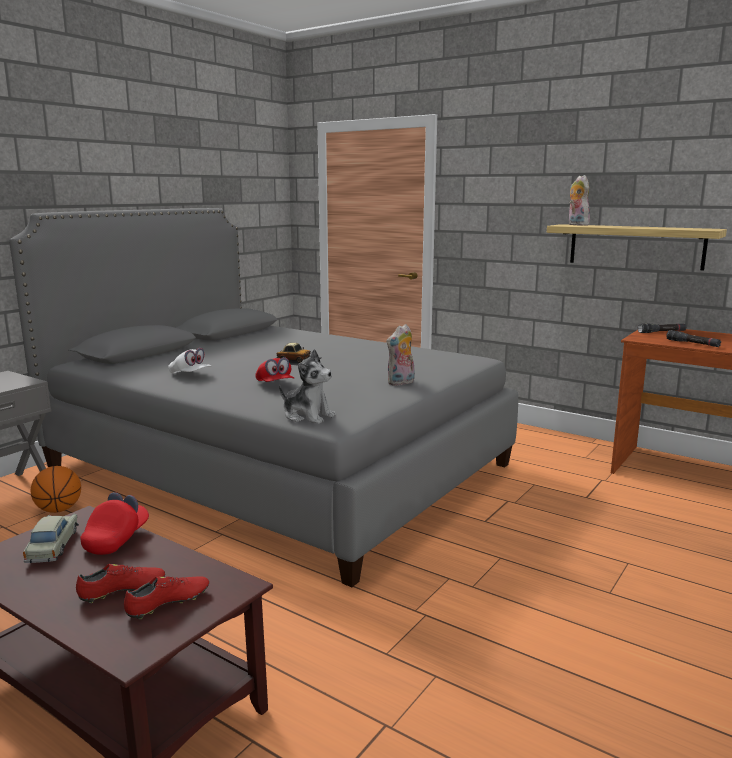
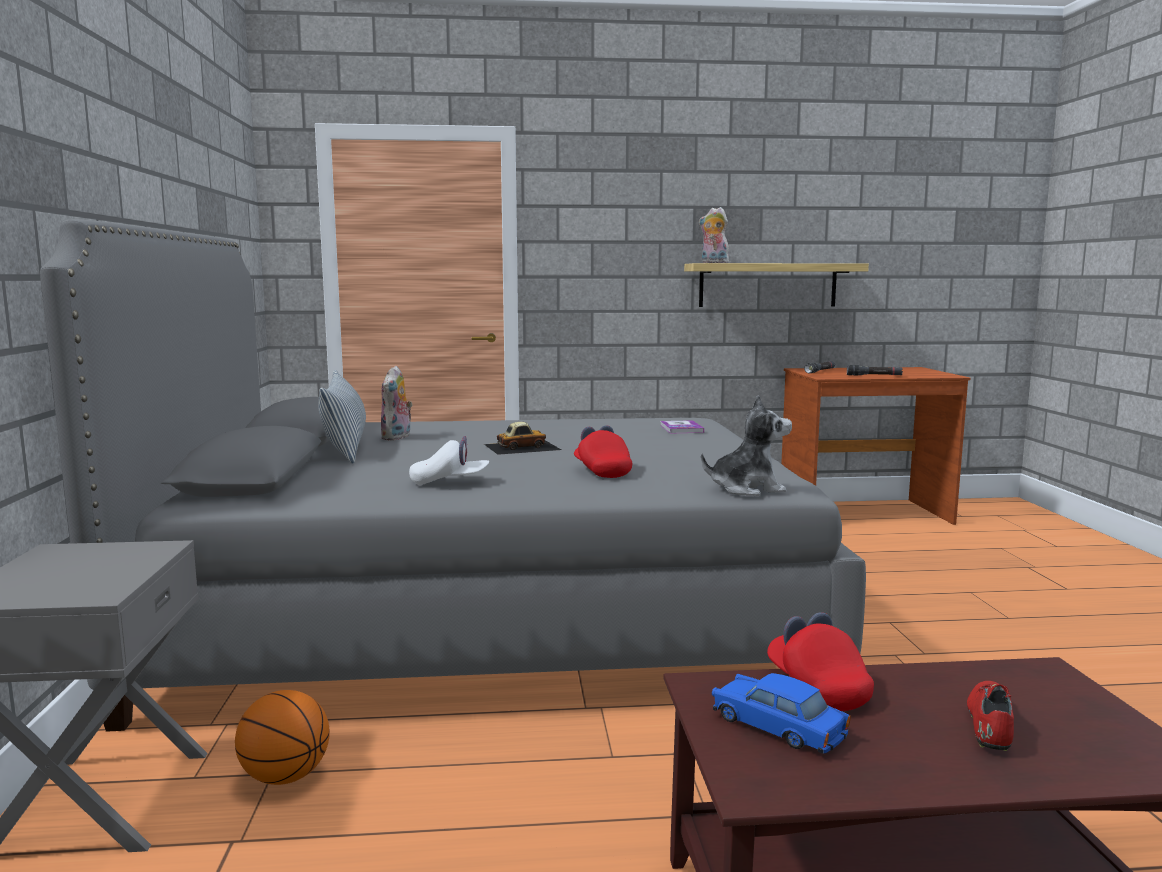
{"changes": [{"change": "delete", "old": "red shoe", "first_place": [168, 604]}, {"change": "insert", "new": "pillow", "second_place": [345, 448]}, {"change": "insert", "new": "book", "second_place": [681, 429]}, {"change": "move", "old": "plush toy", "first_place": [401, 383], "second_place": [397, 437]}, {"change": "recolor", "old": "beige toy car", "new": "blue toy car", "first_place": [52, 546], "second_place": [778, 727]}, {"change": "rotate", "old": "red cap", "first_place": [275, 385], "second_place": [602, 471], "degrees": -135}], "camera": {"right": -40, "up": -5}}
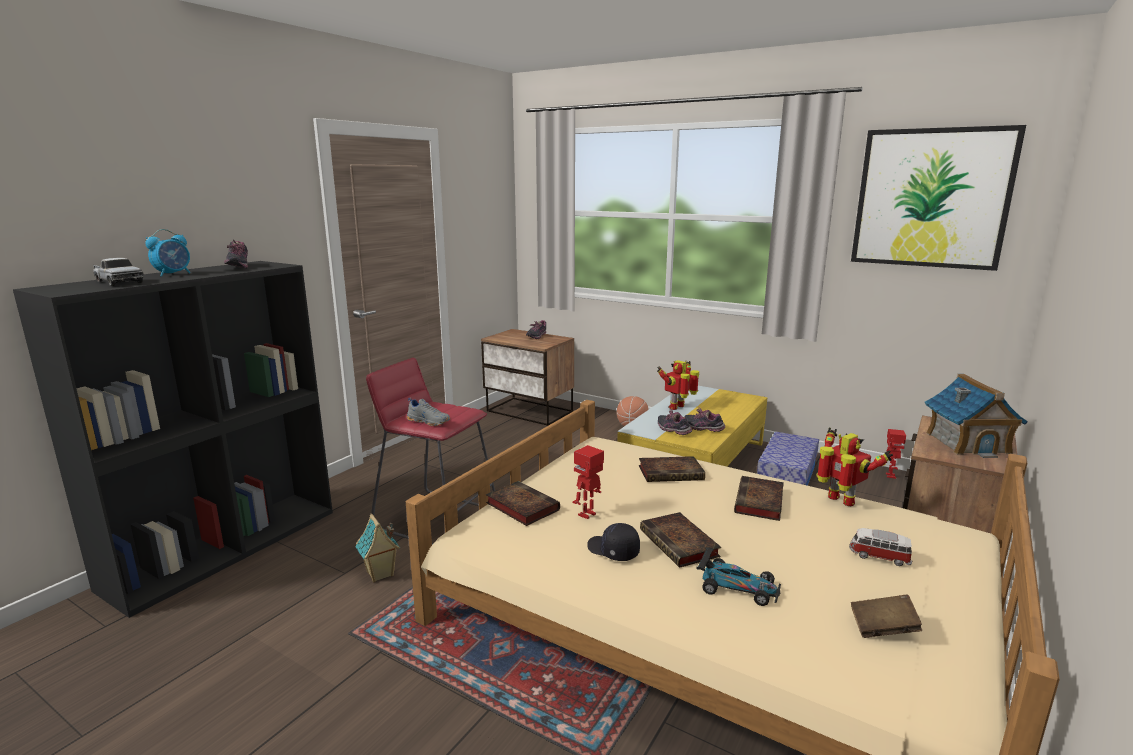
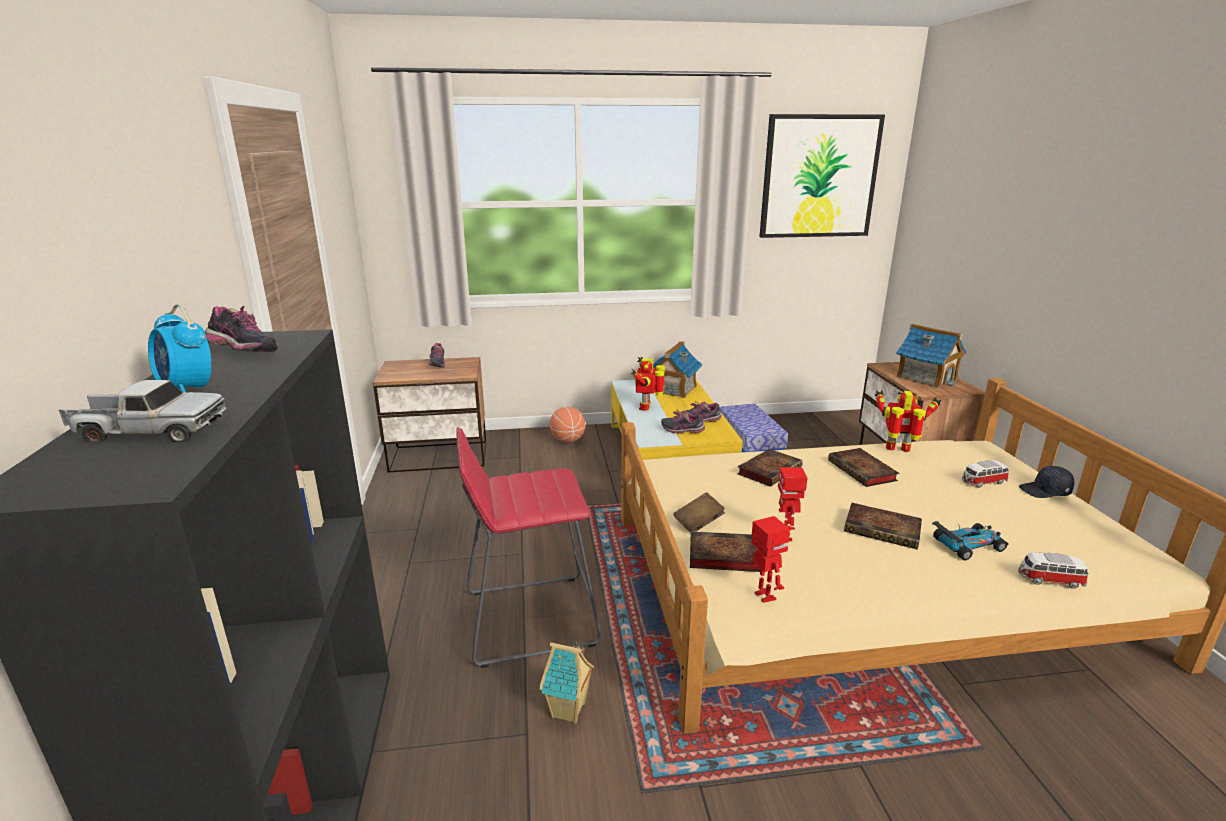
{"changes": [{"change": "delete", "old": "grey shoe", "first_place": [429, 421]}, {"change": "insert", "new": "toy house", "second_place": [672, 389]}, {"change": "insert", "new": "toy car", "second_place": [1049, 580]}, {"change": "move", "old": "black cap", "first_place": [613, 551], "second_place": [1045, 491]}, {"change": "move", "old": "brown book", "first_place": [883, 628], "second_place": [698, 522]}, {"change": "move", "old": "toy robot", "first_place": [890, 476], "second_place": [764, 596]}, {"change": "rotate", "old": "alarm clock", "first_place": [173, 274], "second_place": [188, 390], "degrees": 135}], "camera": {"right": -40, "up": 5}}
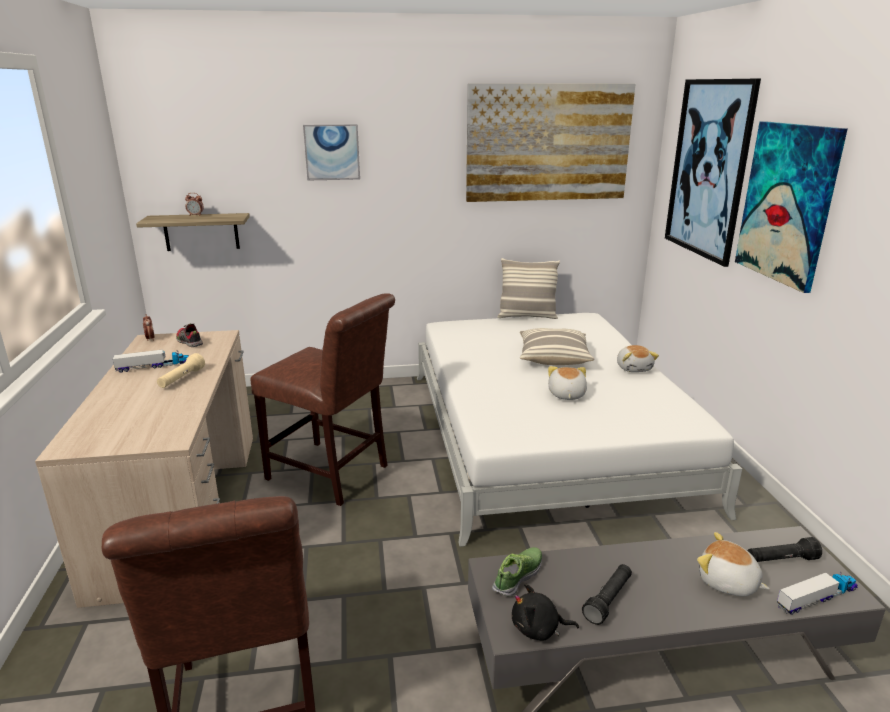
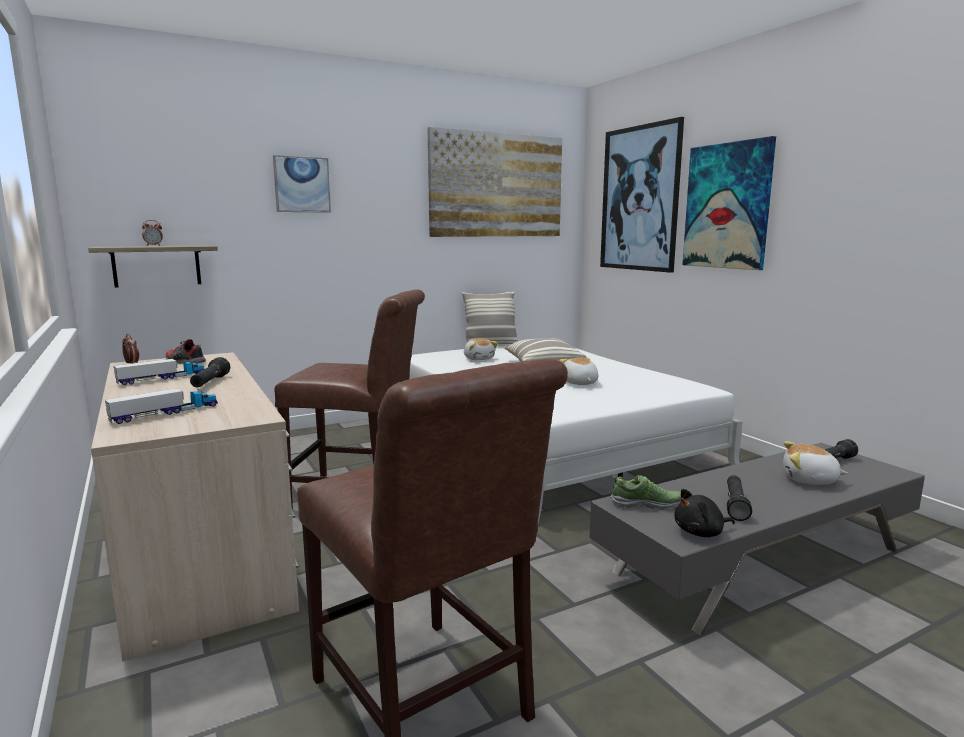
{"changes": [{"change": "move", "old": "plush toy", "first_place": [634, 368], "second_place": [479, 359]}, {"change": "move", "old": "toy truck", "first_place": [816, 598], "second_place": [165, 413]}, {"change": "recolor", "old": "beige flashlight", "new": "black flashlight", "first_place": [181, 379], "second_place": [210, 383]}, {"change": "rotate", "old": "shoe", "first_place": [518, 576], "second_place": [647, 504], "degrees": 75}], "camera": {"right": -20, "up": -10}}
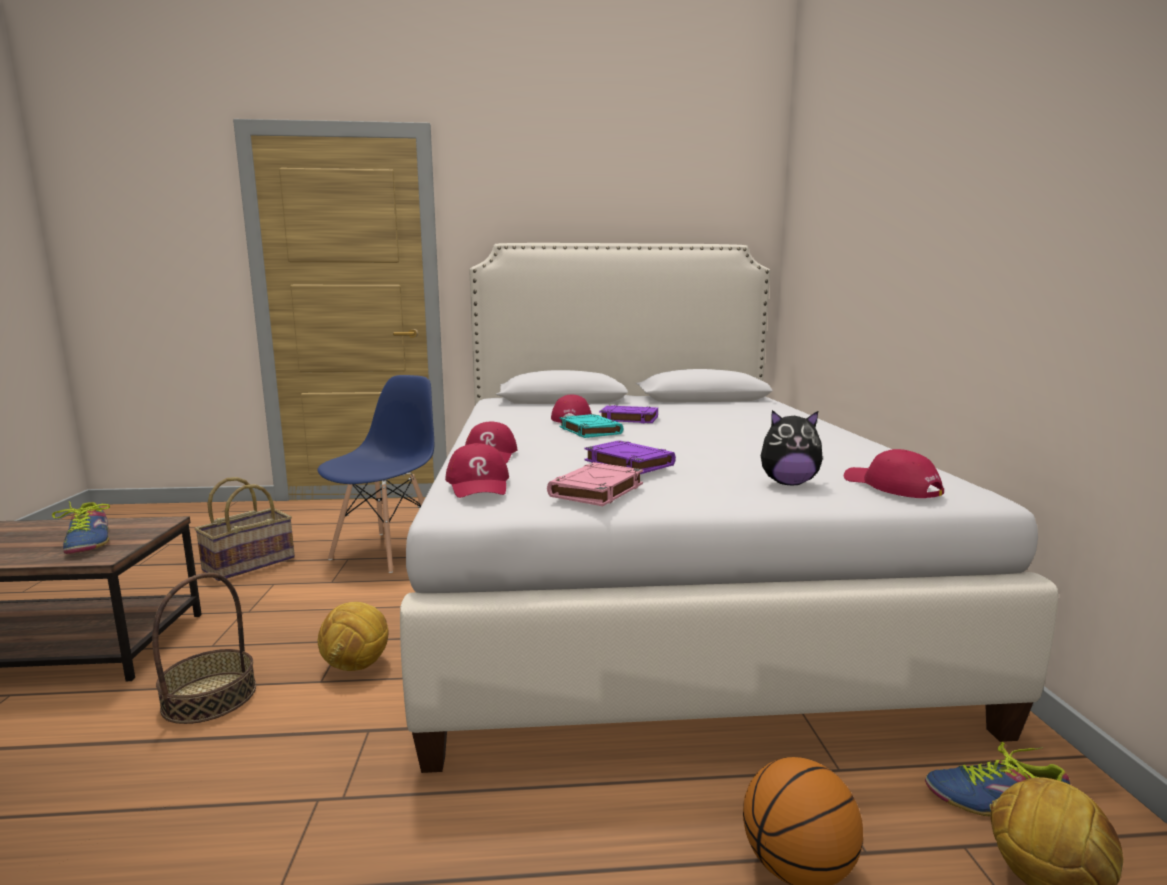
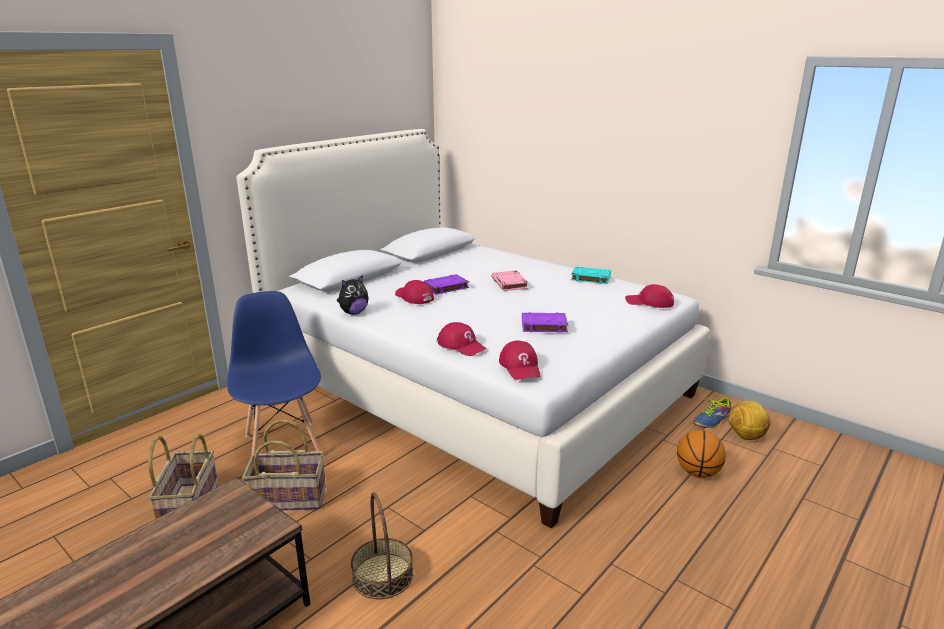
{"changes": [{"change": "delete", "old": "shoe", "first_place": [88, 541]}, {"change": "delete", "old": "football", "first_place": [356, 666]}, {"change": "insert", "new": "basket", "second_place": [289, 497]}, {"change": "move", "old": "pink book", "first_place": [596, 491], "second_place": [510, 284]}, {"change": "move", "old": "turquoise book", "first_place": [589, 430], "second_place": [590, 278]}, {"change": "move", "old": "plush toy", "first_place": [788, 483], "second_place": [353, 313]}, {"change": "rotate", "old": "red cap", "first_place": [479, 484], "second_place": [520, 367], "degrees": 45}], "camera": {"right": -45, "up": 10}}
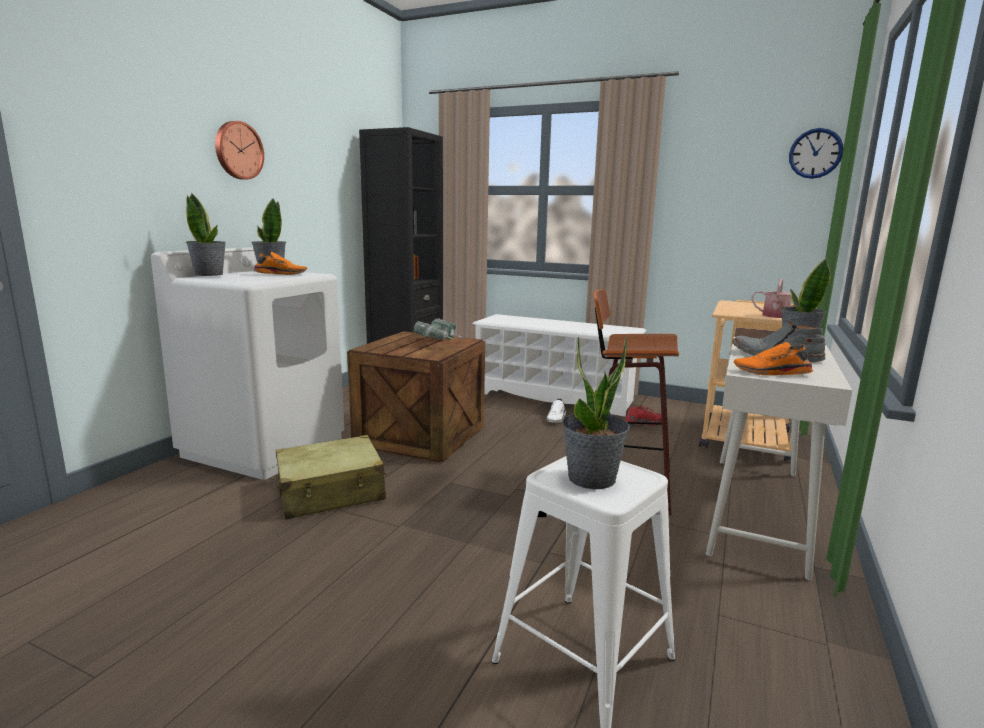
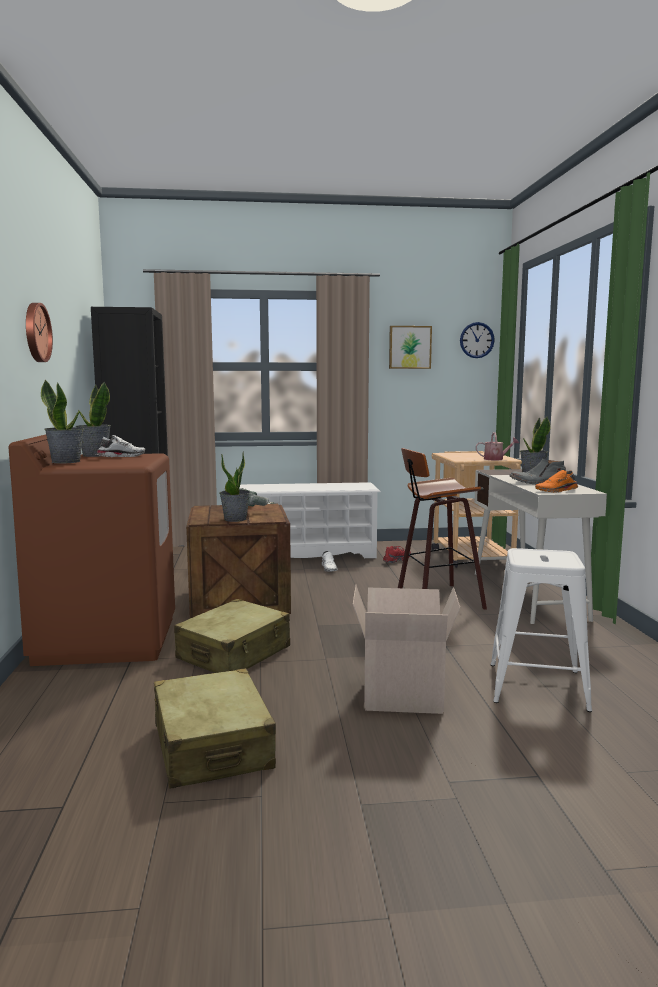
{"changes": [{"change": "insert", "new": "beige suitcase", "second_place": [212, 746]}, {"change": "insert", "new": "cardboard box", "second_place": [404, 695]}, {"change": "insert", "new": "picture", "second_place": [409, 347]}, {"change": "move", "old": "potted plant", "first_place": [592, 479], "second_place": [235, 519]}, {"change": "recolor", "old": "white washing machine", "new": "brown washing machine", "first_place": [265, 447], "second_place": [107, 639]}, {"change": "recolor", "old": "orange shoe", "new": "white shoe", "first_place": [281, 274], "second_place": [120, 456]}], "camera": {"right": -30, "up": -5}}
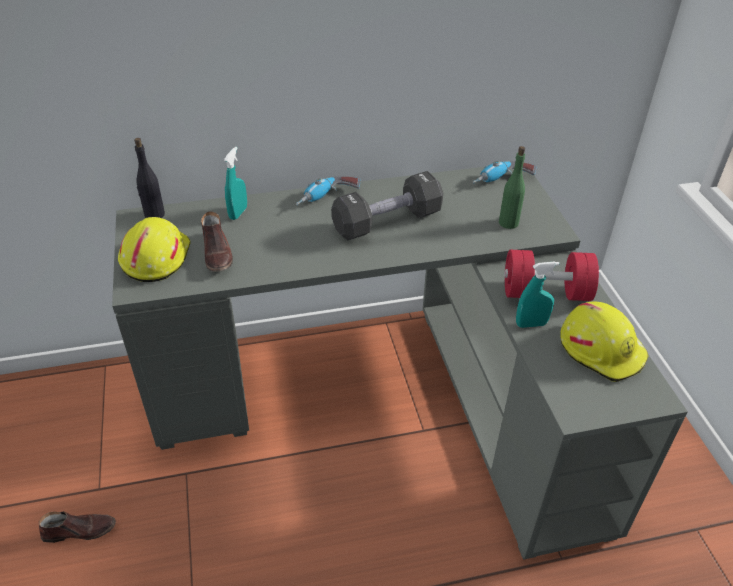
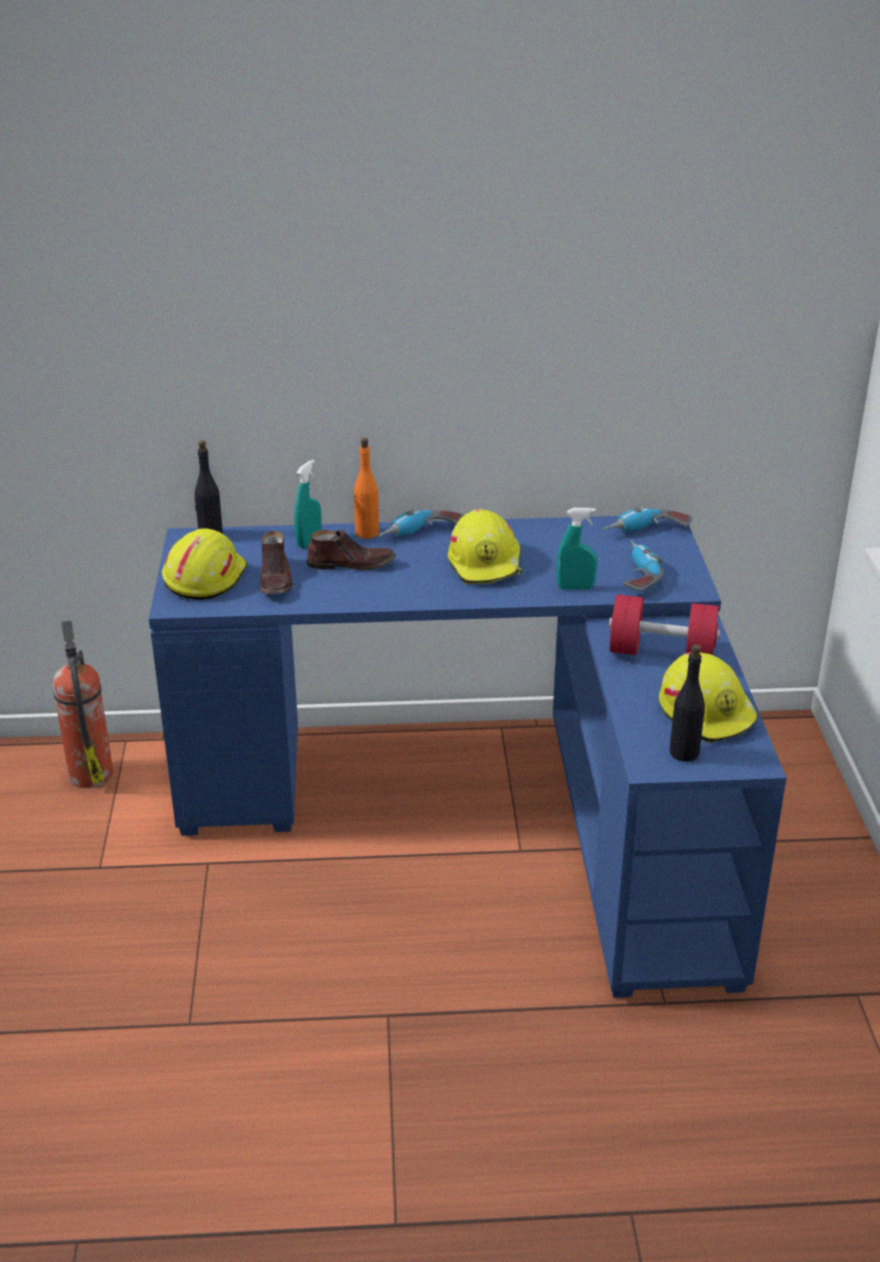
{"changes": [{"change": "insert", "new": "fire extinguisher", "second_place": [90, 772]}, {"change": "insert", "new": "orange bottle", "second_place": [366, 533]}, {"change": "insert", "new": "black bottle", "second_place": [684, 752]}, {"change": "move", "old": "brown shoe", "first_place": [80, 530], "second_place": [351, 564]}, {"change": "move", "old": "turquoise spray bottle", "first_place": [531, 324], "second_place": [575, 588]}, {"change": "replace", "old": "black dumbbell", "new": "yellow hard hat", "first_place": [387, 222], "second_place": [486, 564]}, {"change": "replace", "old": "green bottle", "new": "power drill", "first_place": [508, 222], "second_place": [636, 576]}, {"change": "recolor", "old": "grey desk", "new": "blue desk", "first_place": [392, 395], "second_place": [489, 808]}], "camera": {"right": 10, "up": -10}}
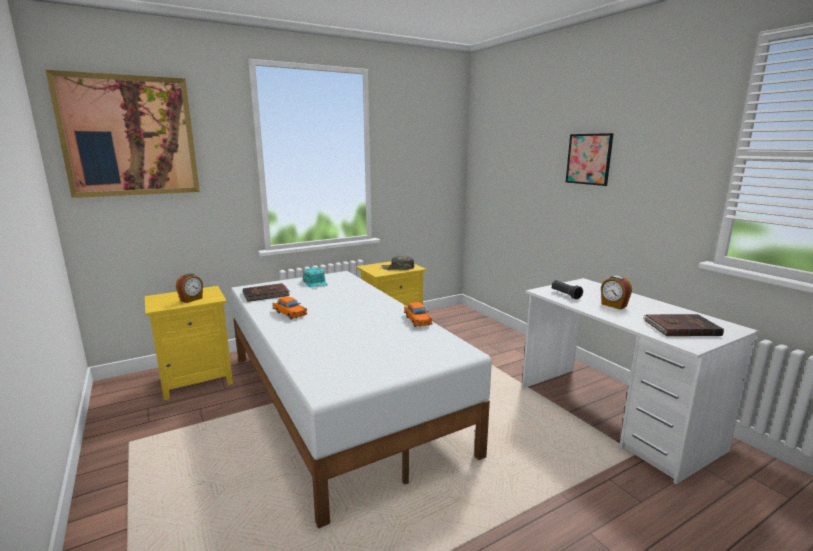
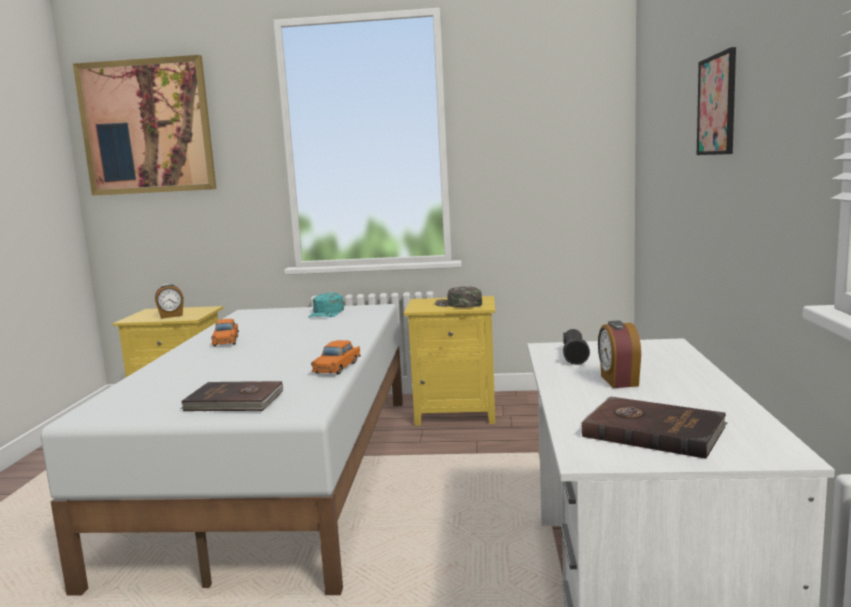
{"changes": [{"change": "move", "old": "brown book", "first_place": [266, 294], "second_place": [234, 401]}], "camera": {"right": 35, "up": -5}}
